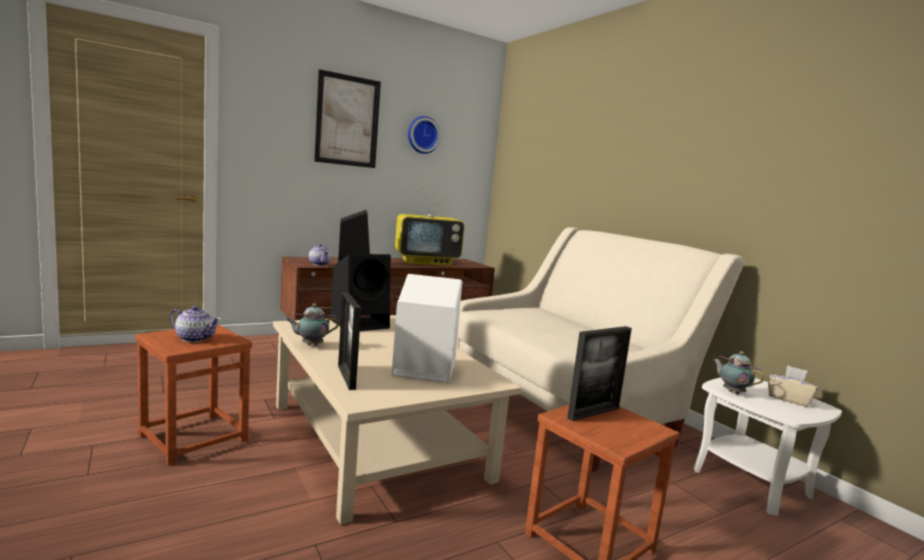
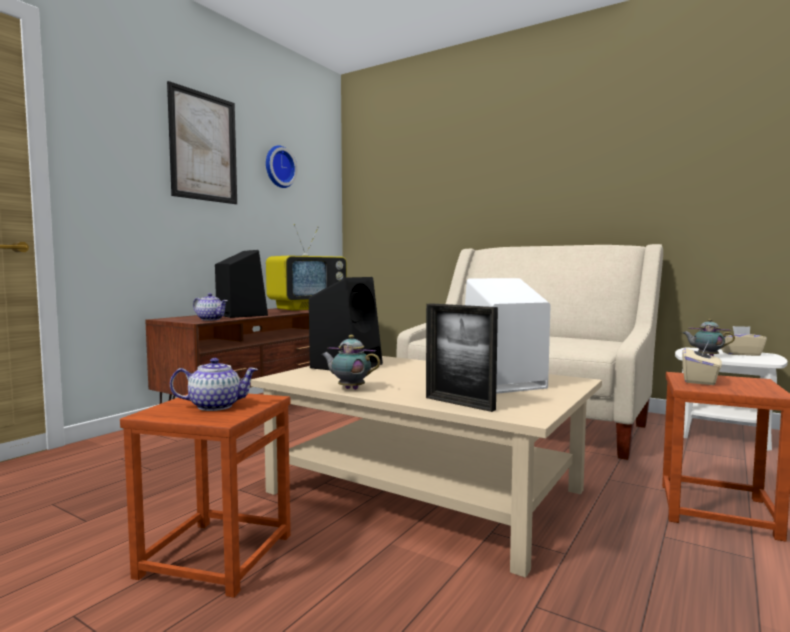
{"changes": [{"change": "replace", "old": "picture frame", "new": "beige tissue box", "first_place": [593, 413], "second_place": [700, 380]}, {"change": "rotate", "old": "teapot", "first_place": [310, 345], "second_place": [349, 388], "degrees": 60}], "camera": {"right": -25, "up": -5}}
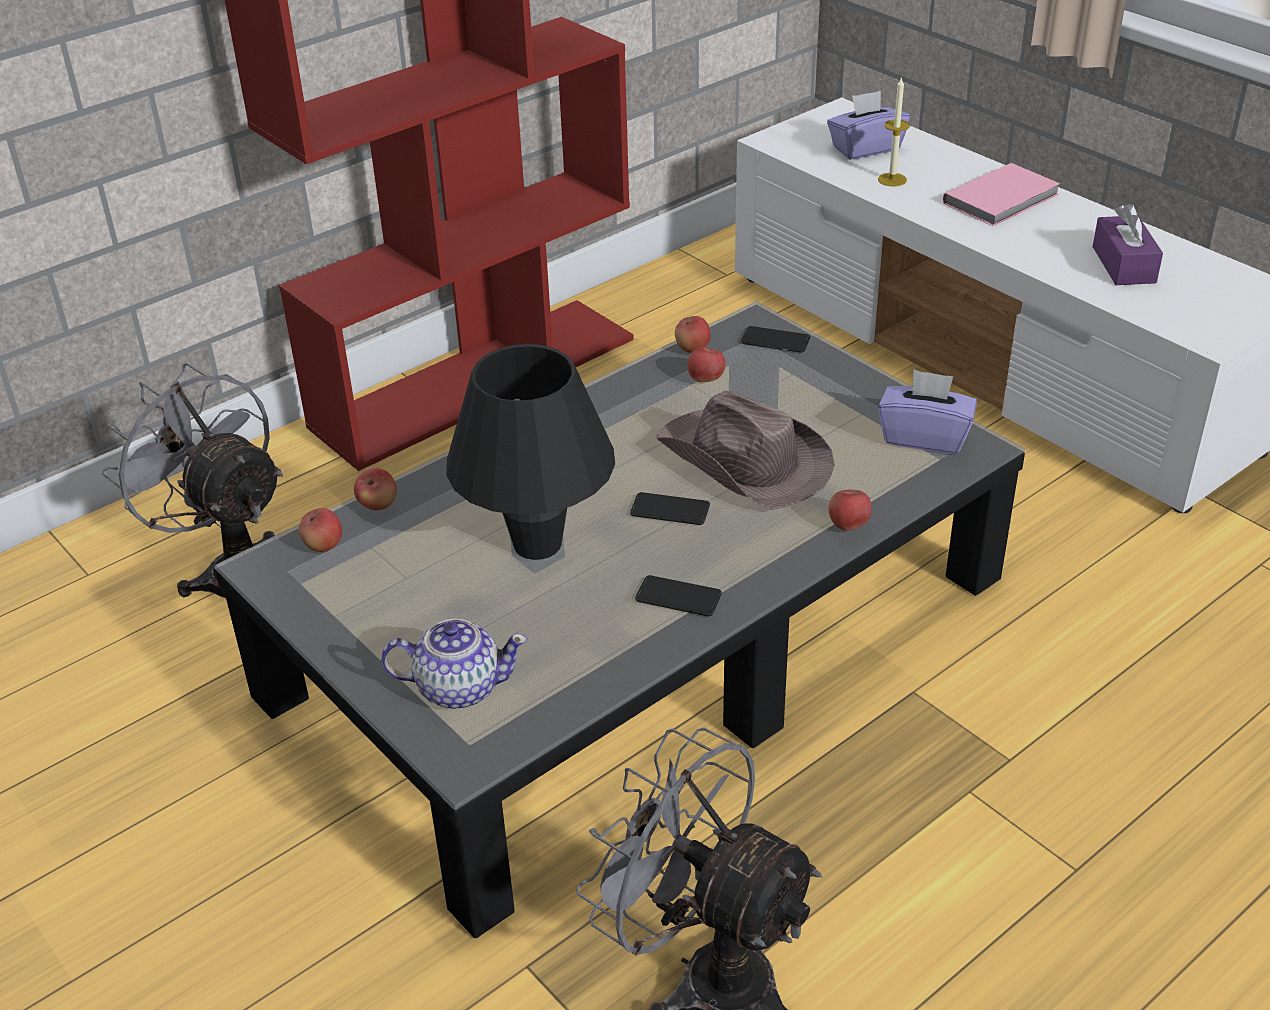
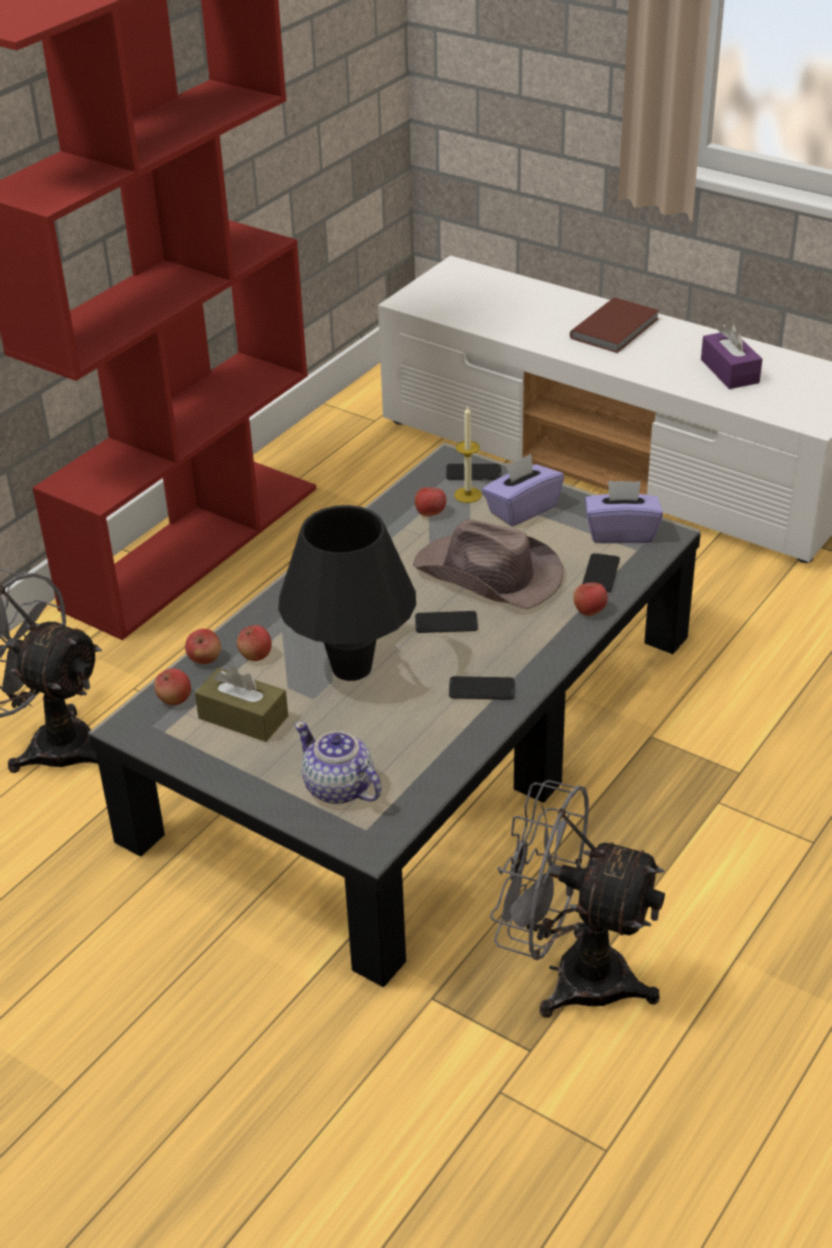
{"changes": [{"change": "insert", "new": "brown tissue box", "second_place": [243, 717]}, {"change": "insert", "new": "phone", "second_place": [600, 573]}, {"change": "move", "old": "apple", "first_place": [692, 349], "second_place": [255, 656]}, {"change": "move", "old": "purple tissue box", "first_place": [865, 148], "second_place": [522, 509]}, {"change": "move", "old": "candle", "first_place": [892, 179], "second_place": [468, 495]}, {"change": "recolor", "old": "pink book", "new": "brown book", "first_place": [1003, 199], "second_place": [617, 328]}, {"change": "rotate", "old": "teapot", "first_place": [458, 687], "second_place": [339, 788], "degrees": -120}], "camera": {"right": -15, "up": 0}}
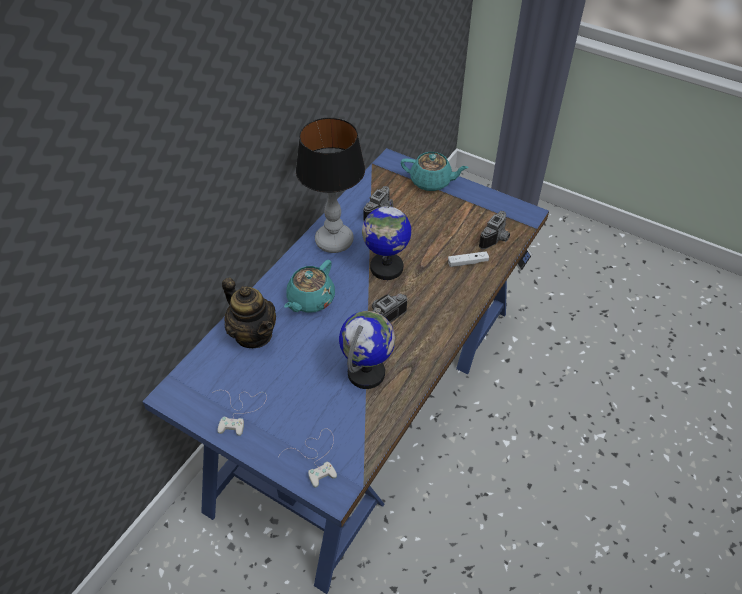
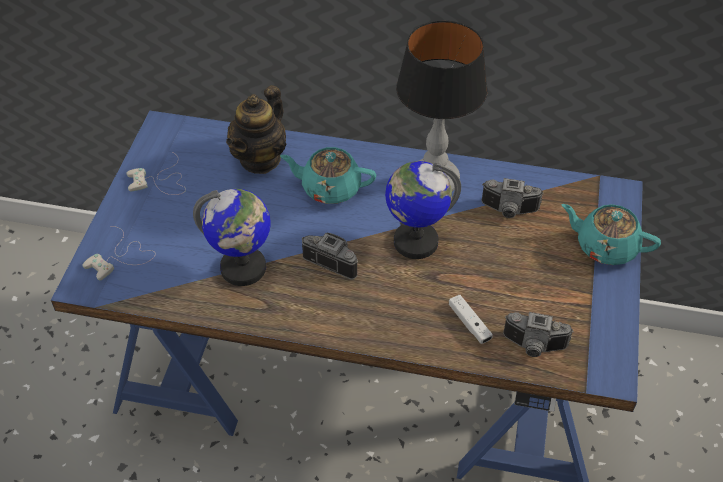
{"changes": [{"change": "rotate", "old": "turquoise teapot", "first_place": [431, 182], "second_place": [605, 246], "degrees": 120}], "camera": {"right": 70, "up": 0}}
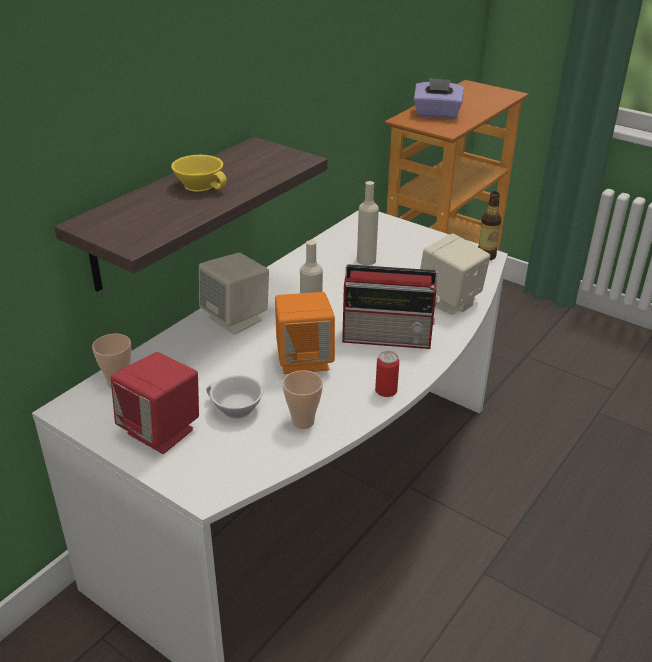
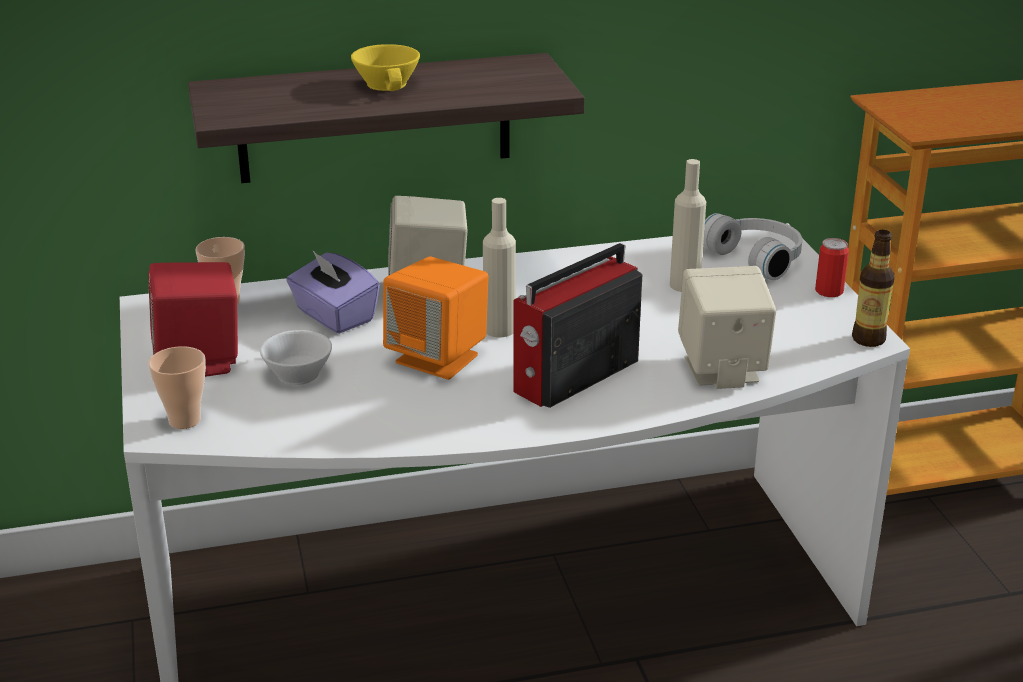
{"changes": [{"change": "insert", "new": "white headphones", "second_place": [758, 258]}, {"change": "move", "old": "cup", "first_place": [303, 422], "second_place": [184, 420]}, {"change": "move", "old": "can", "first_place": [386, 390], "second_place": [829, 291]}, {"change": "move", "old": "purple tissue box", "first_place": [437, 114], "second_place": [334, 316]}, {"change": "rotate", "old": "radio", "first_place": [389, 337], "second_place": [573, 377], "degrees": 90}], "camera": {"right": 40, "up": -5}}
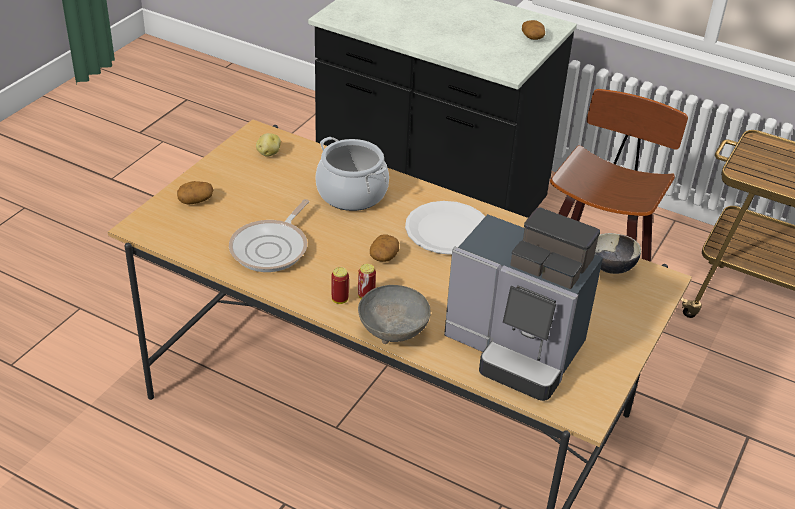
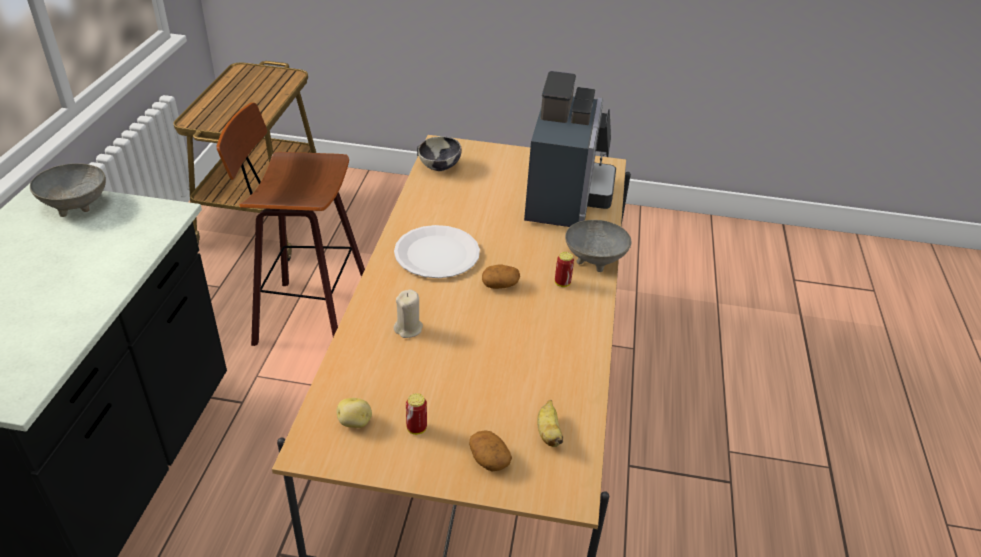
{"changes": [{"change": "delete", "old": "frying pan", "first_place": [272, 248]}, {"change": "insert", "new": "banana", "second_place": [548, 433]}, {"change": "move", "old": "can", "first_place": [340, 299], "second_place": [416, 428]}, {"change": "replace", "old": "cooking pot", "new": "beige candle", "first_place": [351, 194], "second_place": [408, 328]}, {"change": "replace", "old": "potato", "new": "grey bowl", "first_place": [533, 37], "second_place": [77, 205]}], "camera": {"right": -110, "up": 0}}
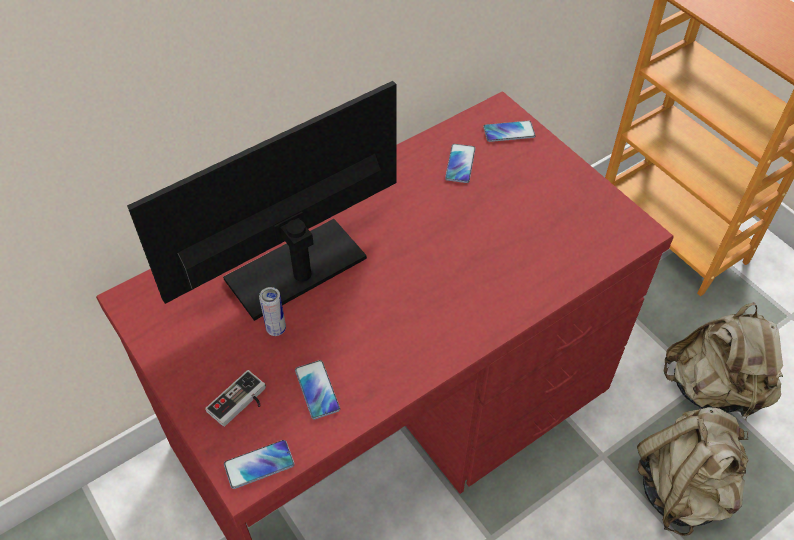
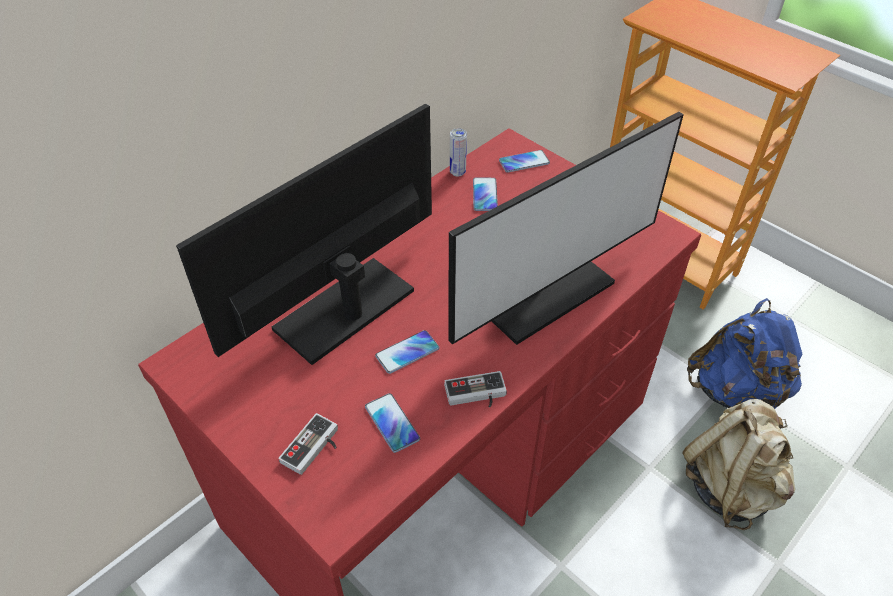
{"changes": [{"change": "insert", "new": "game controller", "second_place": [476, 395]}, {"change": "insert", "new": "monitor", "second_place": [546, 295]}, {"change": "move", "old": "phone", "first_place": [259, 465], "second_place": [407, 352]}, {"change": "move", "old": "can", "first_place": [276, 329], "second_place": [457, 172]}, {"change": "recolor", "old": "beige backpack", "new": "blue backpack", "first_place": [713, 389], "second_place": [735, 390]}], "camera": {"right": -10, "up": -5}}
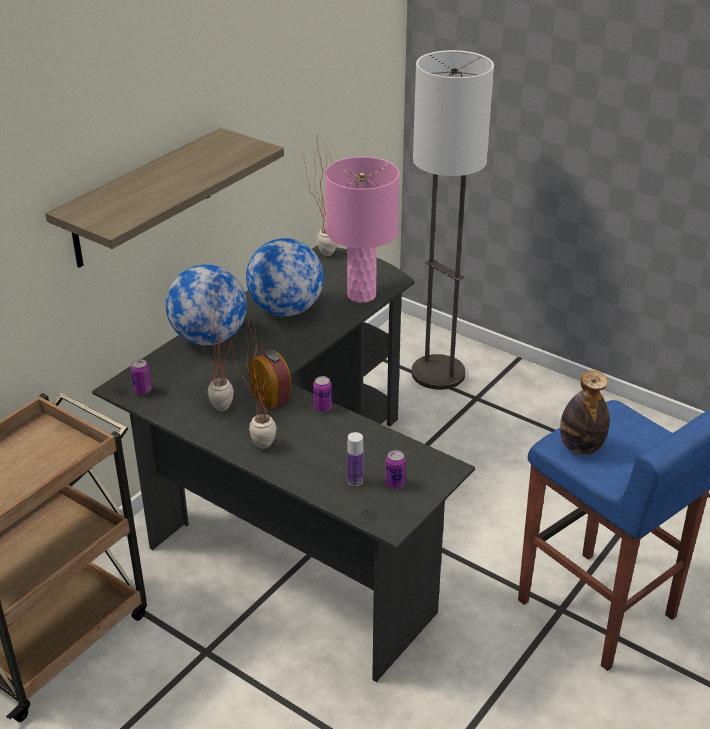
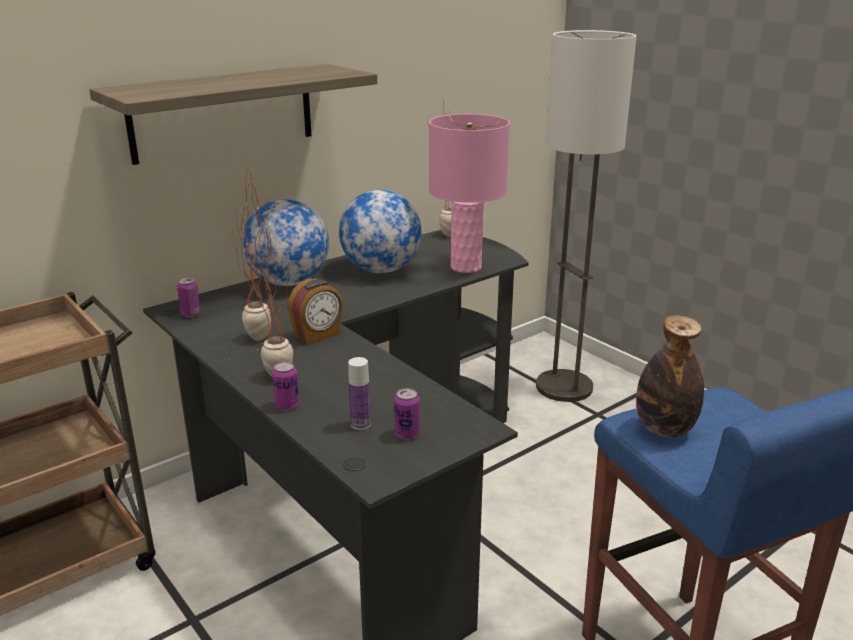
{"changes": [{"change": "move", "old": "can", "first_place": [322, 407], "second_place": [287, 405]}, {"change": "rotate", "old": "alarm clock", "first_place": [271, 397], "second_place": [317, 335], "degrees": 75}], "camera": {"right": 15, "up": -10}}
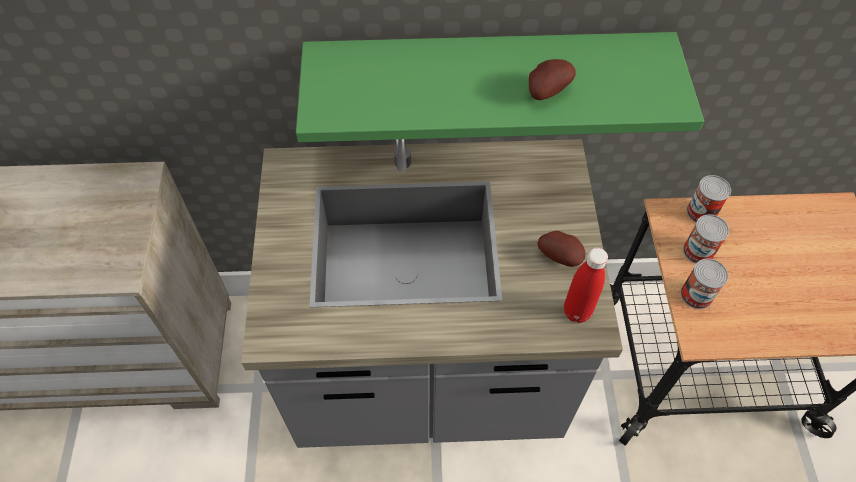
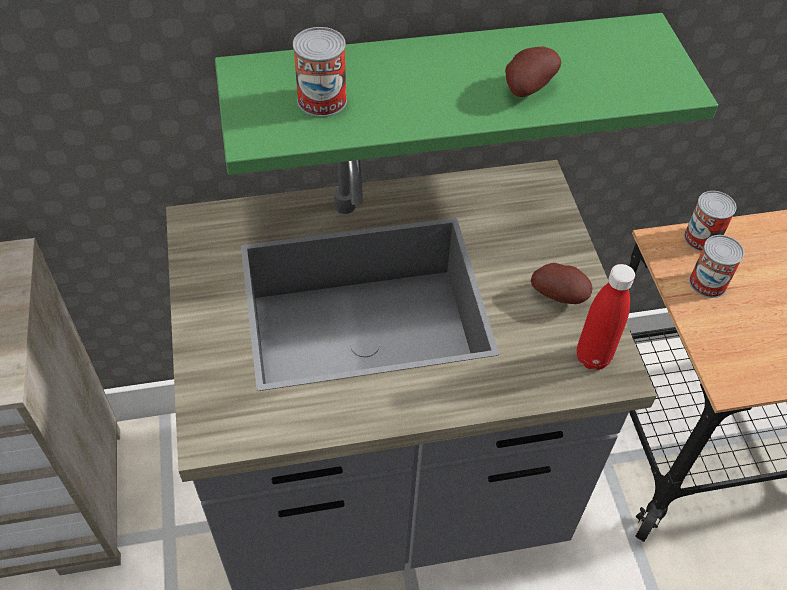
{"changes": [{"change": "move", "old": "can", "first_place": [696, 295], "second_place": [322, 100]}], "camera": {"right": -10, "up": -5}}
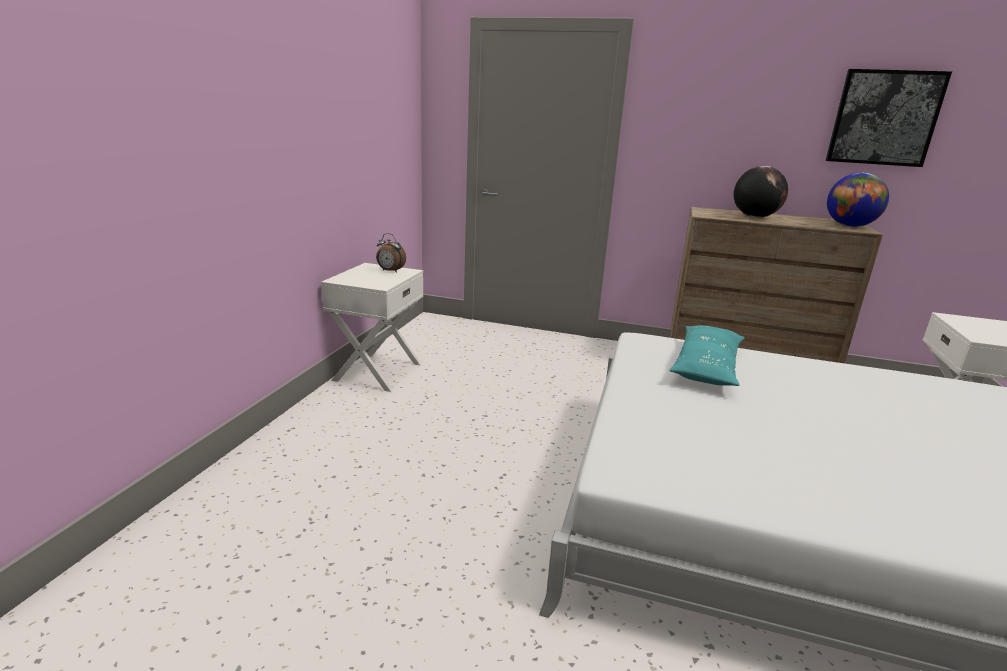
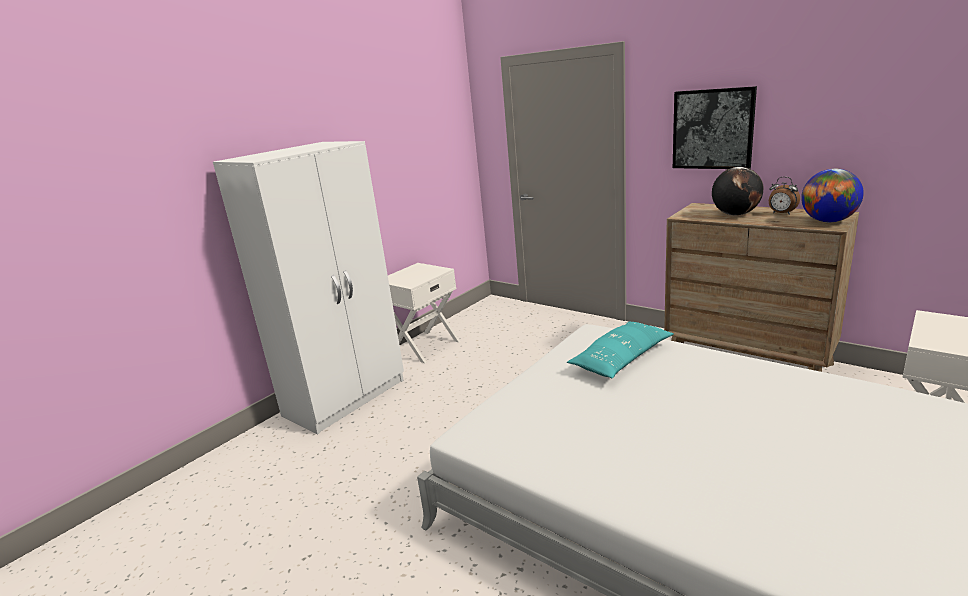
{"changes": [{"change": "insert", "new": "white wardrobe", "second_place": [347, 397]}, {"change": "move", "old": "alarm clock", "first_place": [390, 271], "second_place": [781, 213]}, {"change": "move", "old": "picture", "first_place": [884, 118], "second_place": [713, 129]}], "camera": {"right": 25, "up": 0}}
